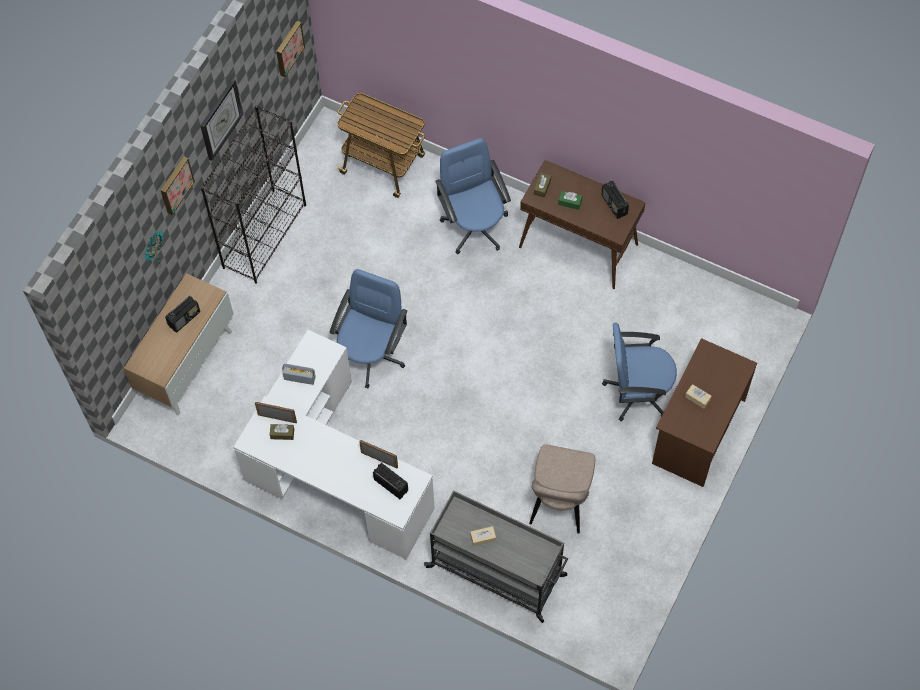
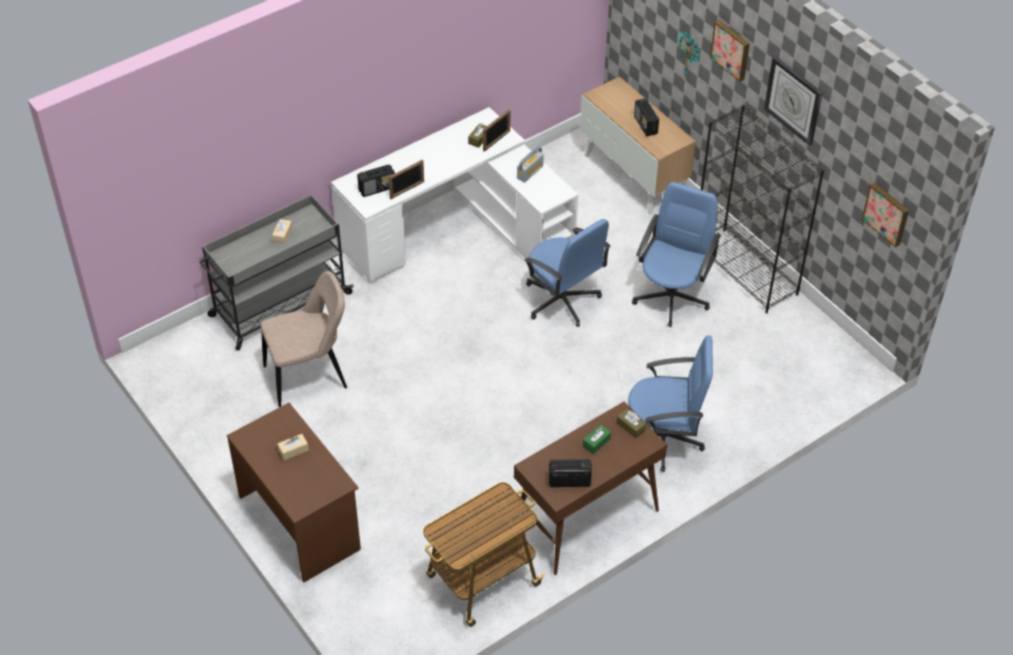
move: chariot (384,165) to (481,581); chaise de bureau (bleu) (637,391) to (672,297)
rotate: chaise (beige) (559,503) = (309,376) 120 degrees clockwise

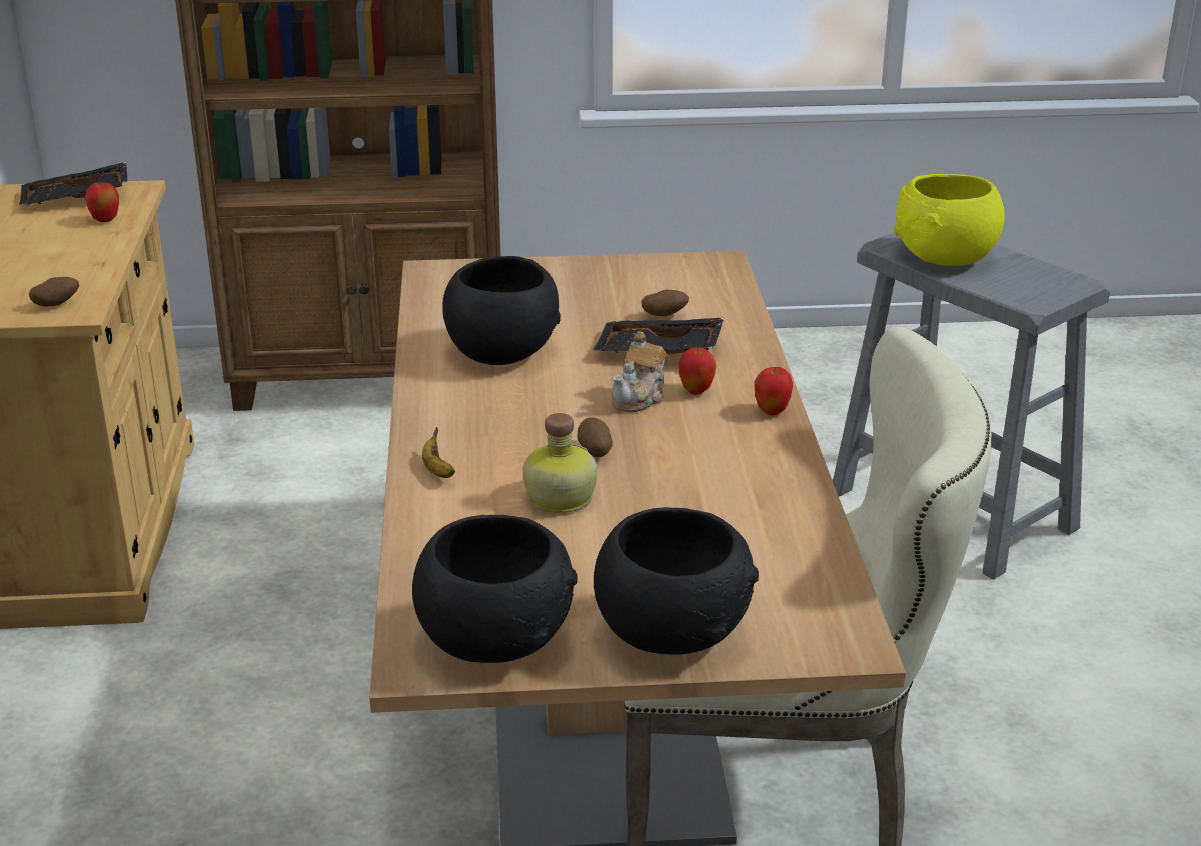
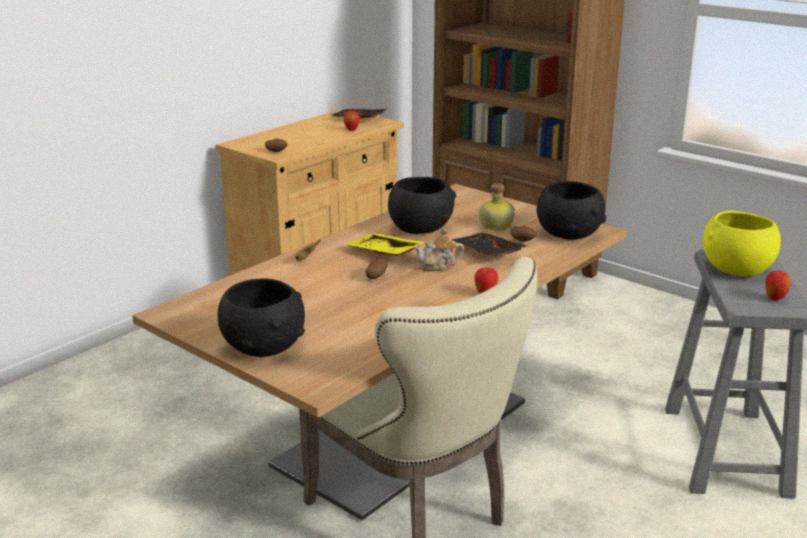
insert: plateau (jaune) (384,254)
move: bol (noir) (496,639) to (570,234); bouteille (558,497) to (495,225); pomme (696,391) to (775,298)

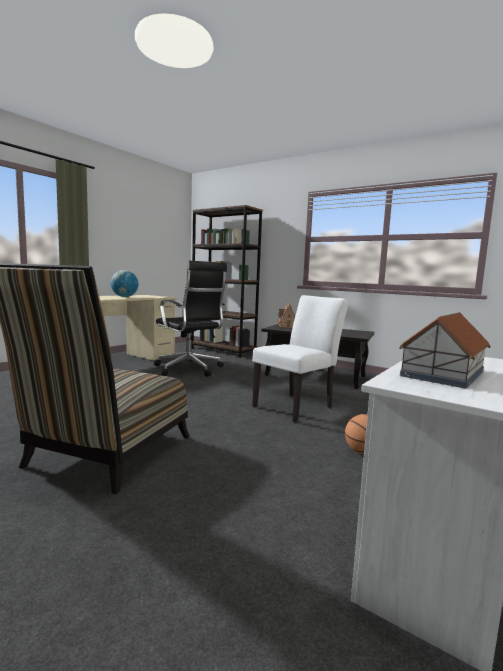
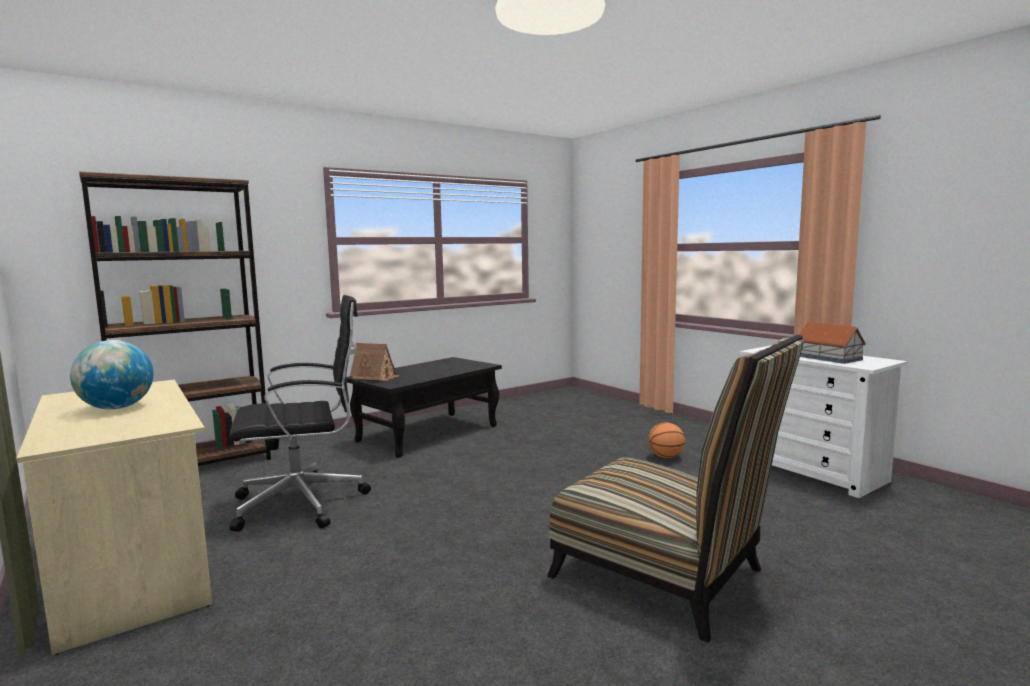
delete: chaise (blanc) (297,405)

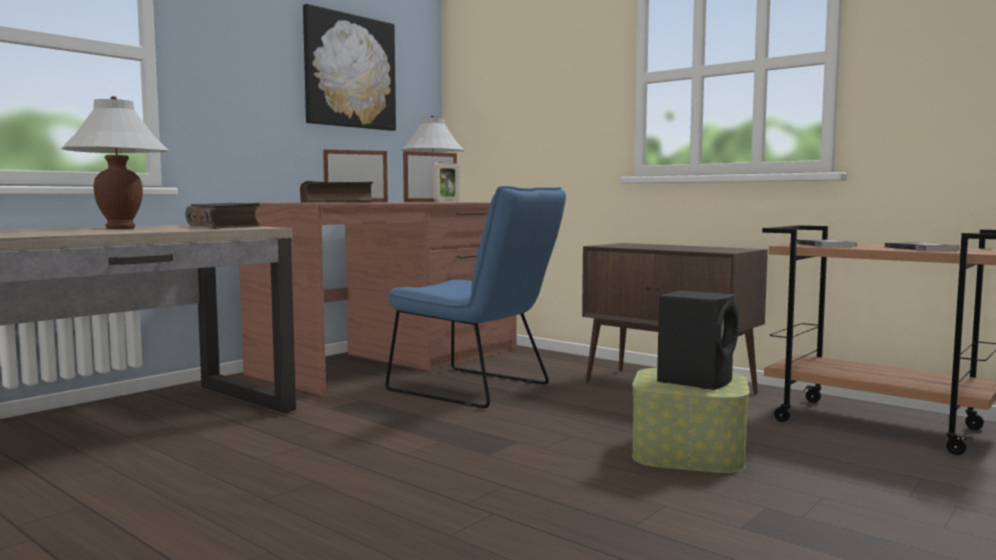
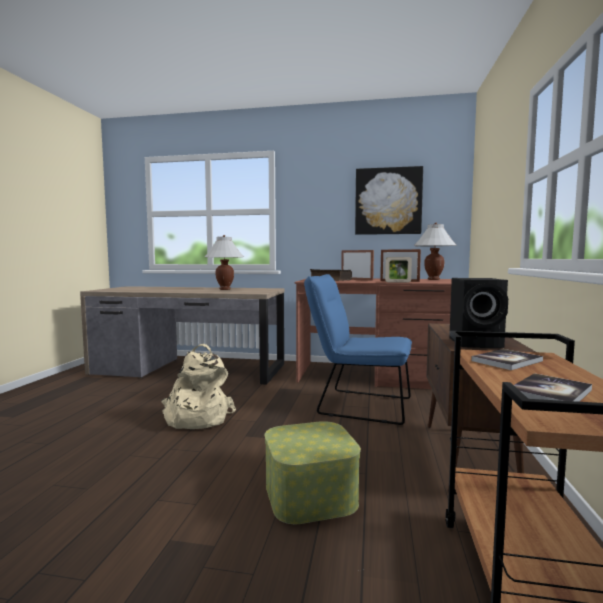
delete: livre (225,226)
insert: sac à dos (beige) (196,418)
move: enceinte (noir) (697,380) to (477,343)
rotate: chaise (bleu) (477,389) = (358,405) 105 degrees clockwise

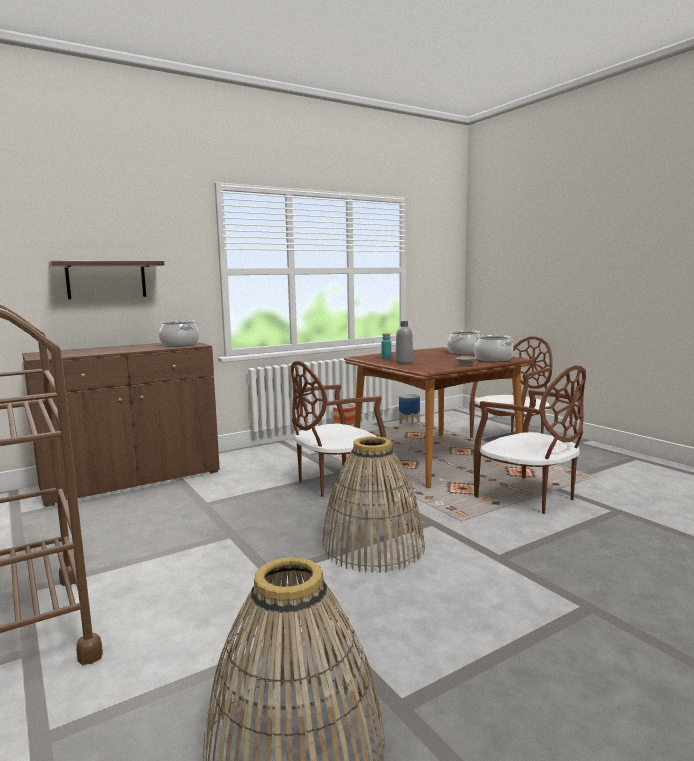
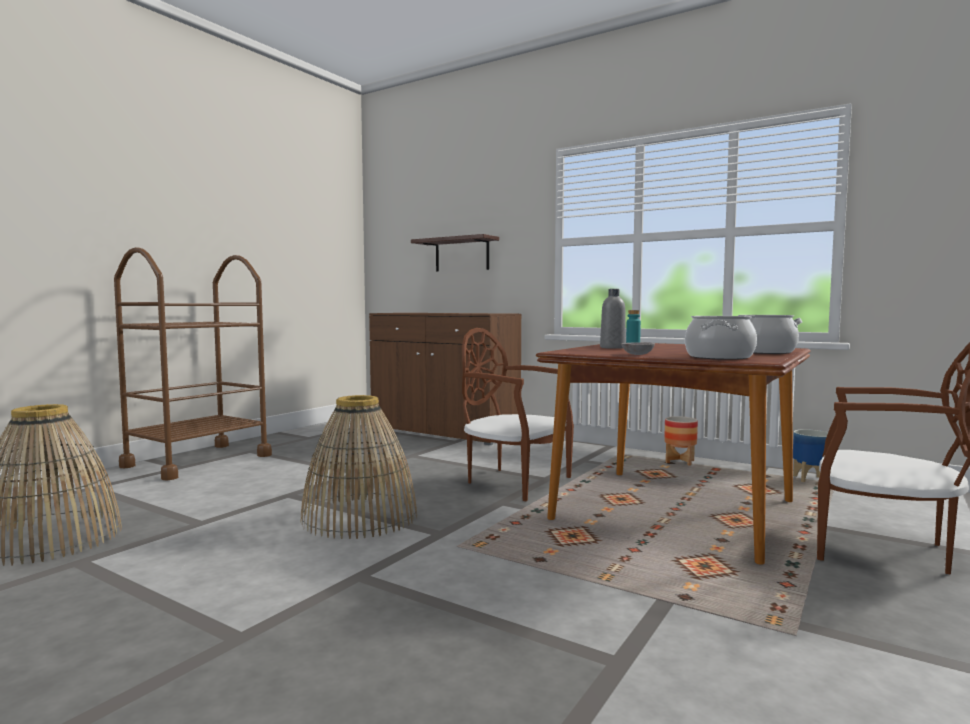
delete: marmite (179,345); chaise (marron) (529,497)

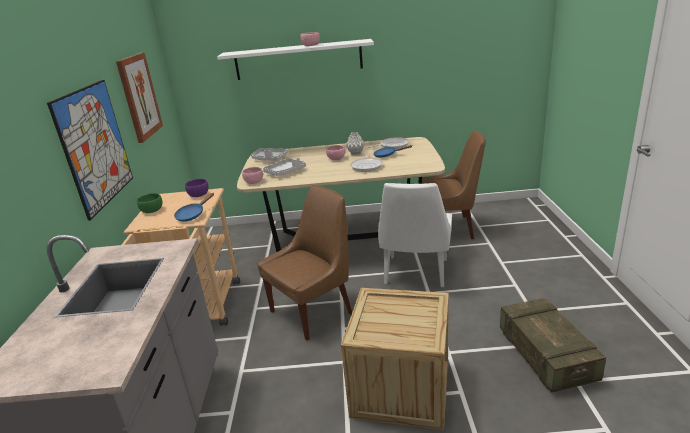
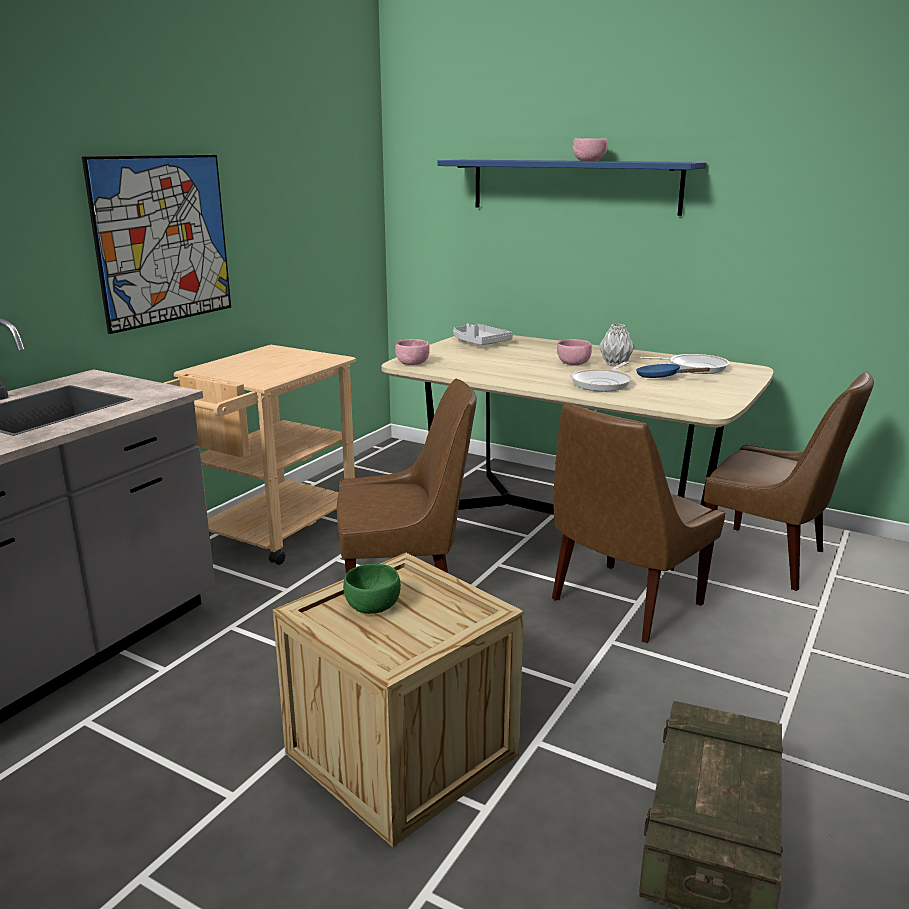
delete: tableau (139,96); poêle (bleu) (192,215); bol (violet) (199,195); plateau (gris) (285,172)
move: bol (vert) (152,210) to (373,606)
recolor: étagère (blanc) (298,60) to étagère (bleu) (573,186); chaise (blanc) (415,273) to chaise (marron) (623,604)

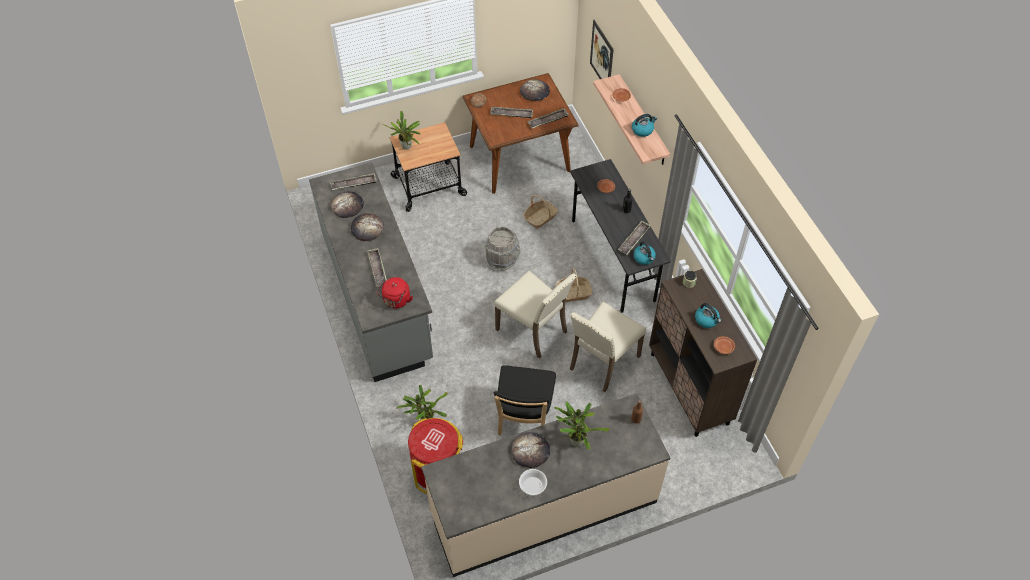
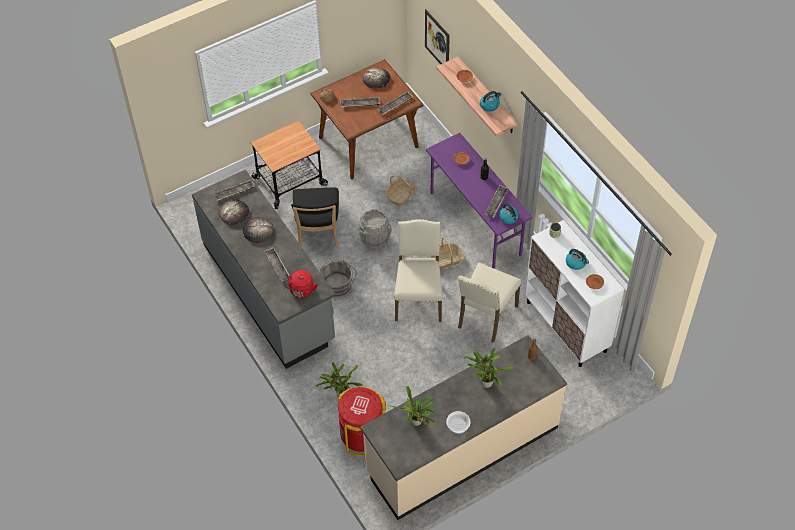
delete: pain (530,451)
insert: seau (gris) (338,285)
move: plante en pot (407,147) to (417,423); chaise (noir) (524,419) to (318,233)
recolor: bureau (gris) (613,260) to bureau (violet) (476,224); meuble de rangement (marron) (689,388) to meuble de rangement (blanc) (566,327)
rotate: chaise (beige) (534,330) = (418,299) 120 degrees counterclockwise

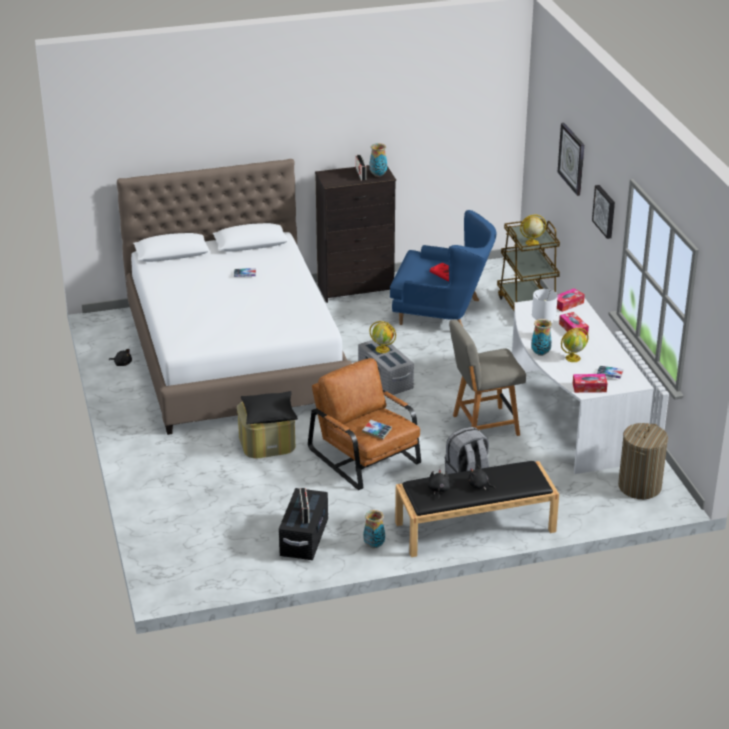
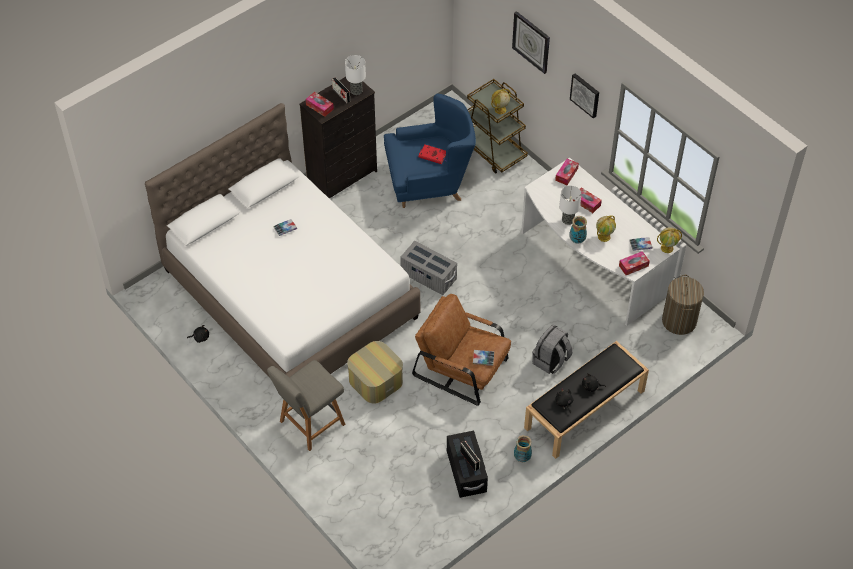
delete: coussin (noir) (269,415)
insert: boîte à mouchoirs (319,107)
move: globe (383,349) to (667,248); chaise (gris) (483,425) to (310,424)
replace: vase (378,175) to lampe de table (356,91)

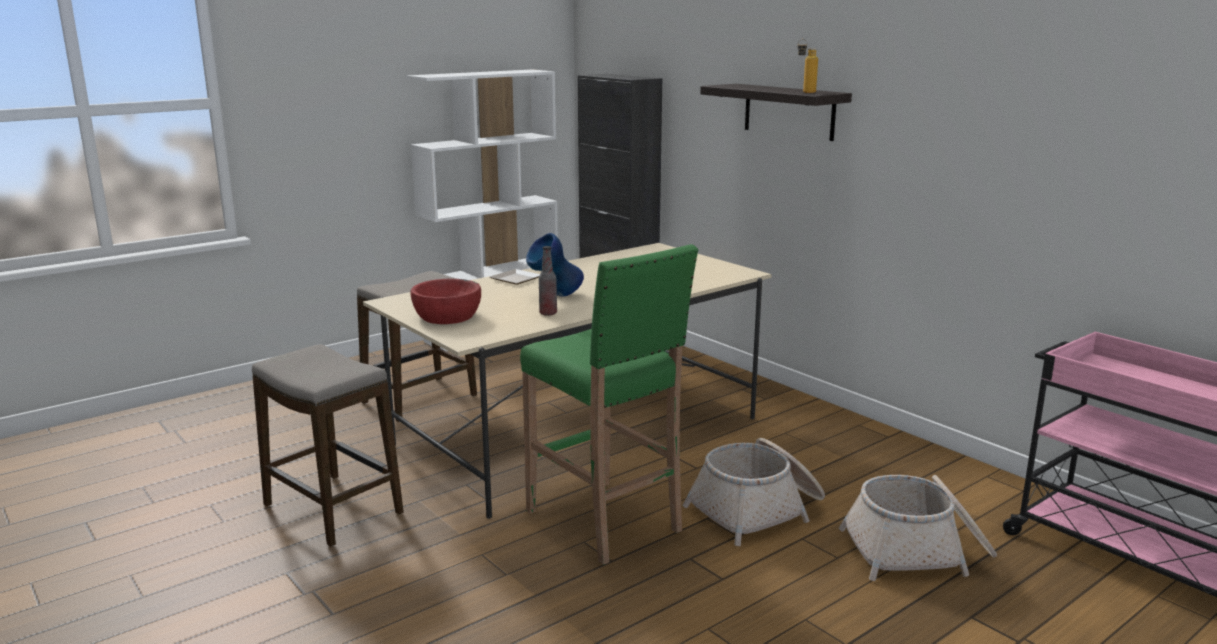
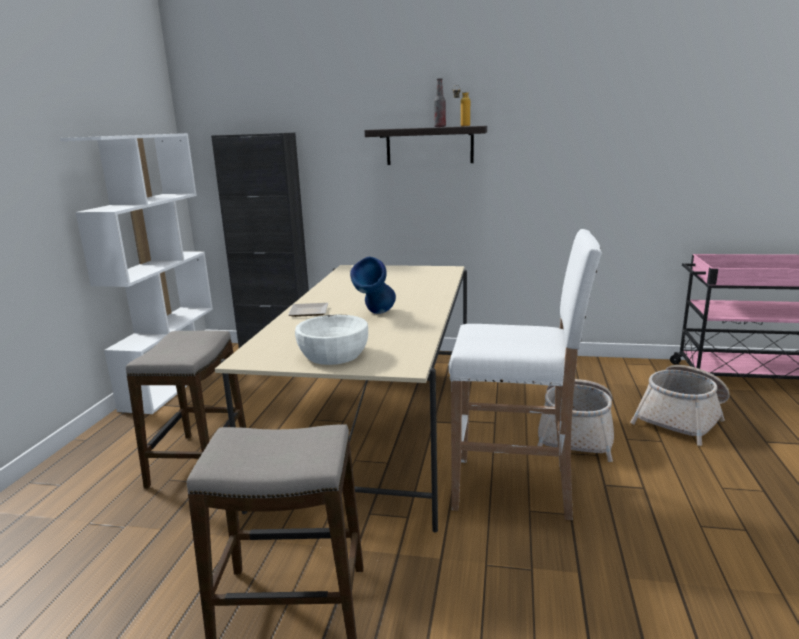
move: bouteille (548,313) to (440,127)
recolor: bol (rouge) (447,316) to bol (blanc) (333,354); tabouret (vert) (605,522) to tabouret (blanc) (515,488)

